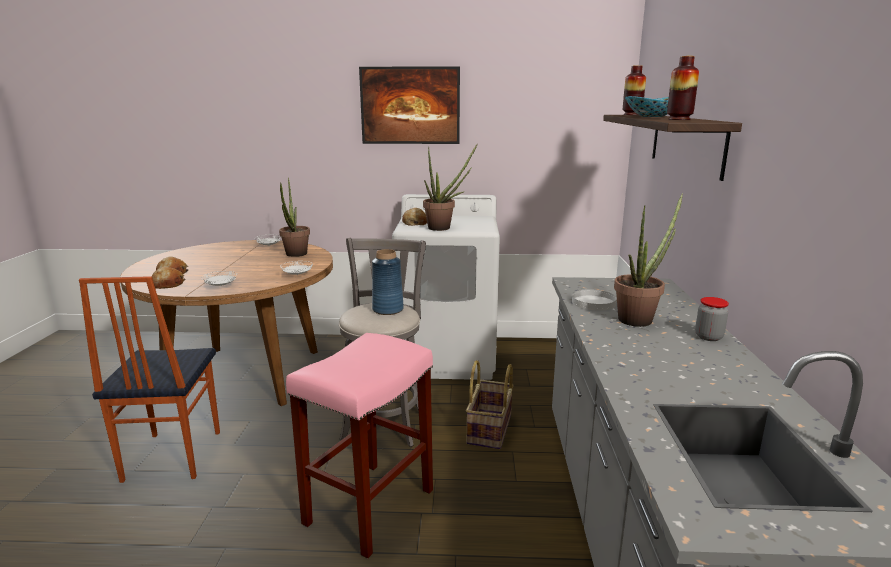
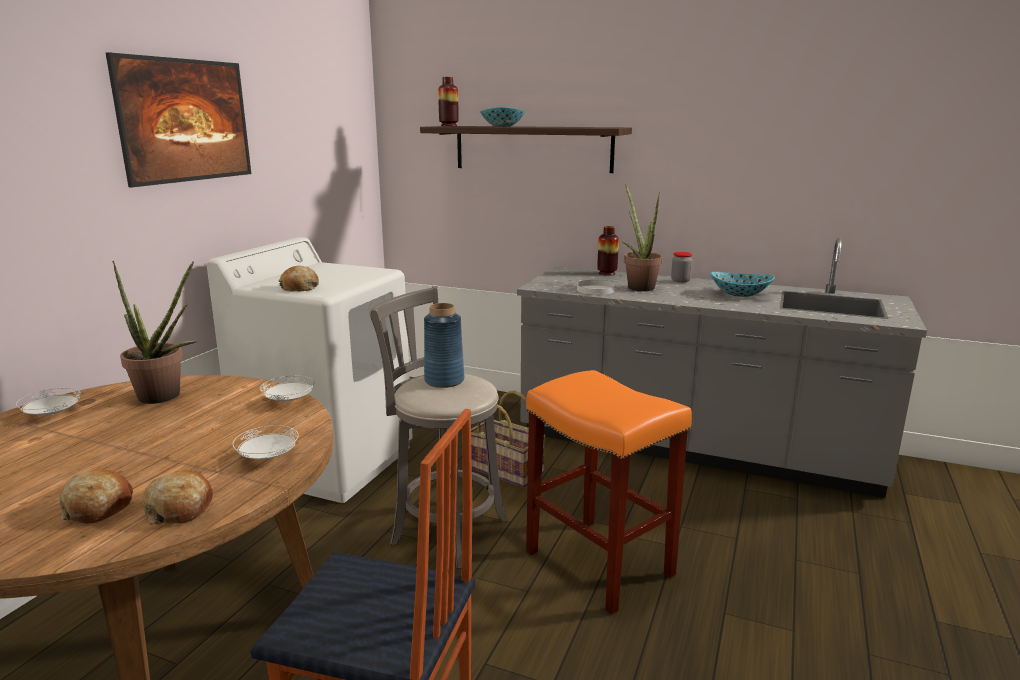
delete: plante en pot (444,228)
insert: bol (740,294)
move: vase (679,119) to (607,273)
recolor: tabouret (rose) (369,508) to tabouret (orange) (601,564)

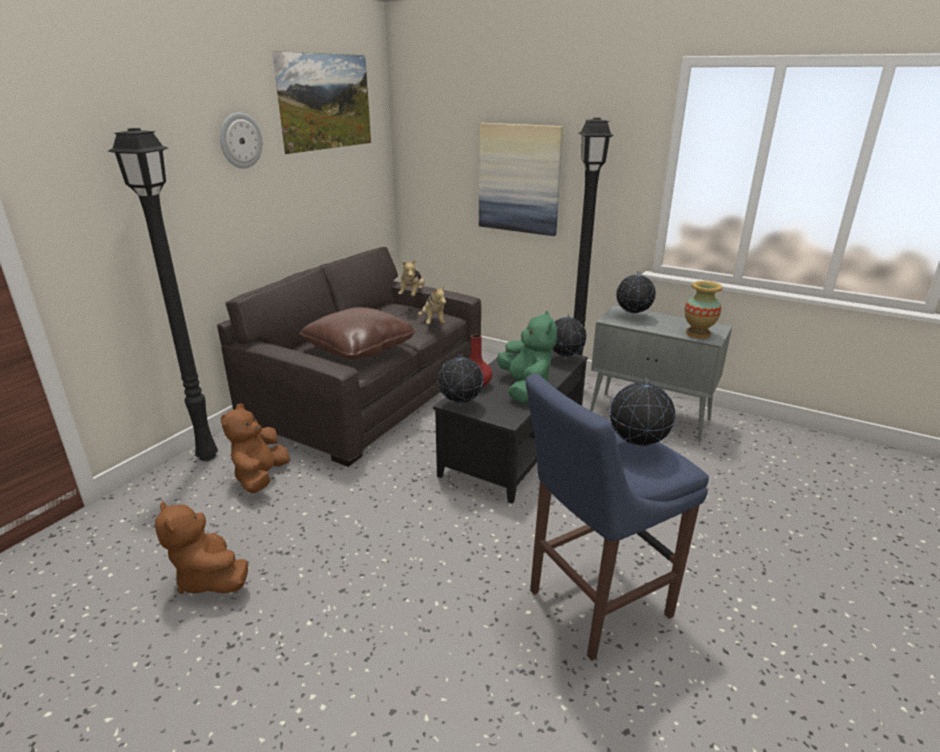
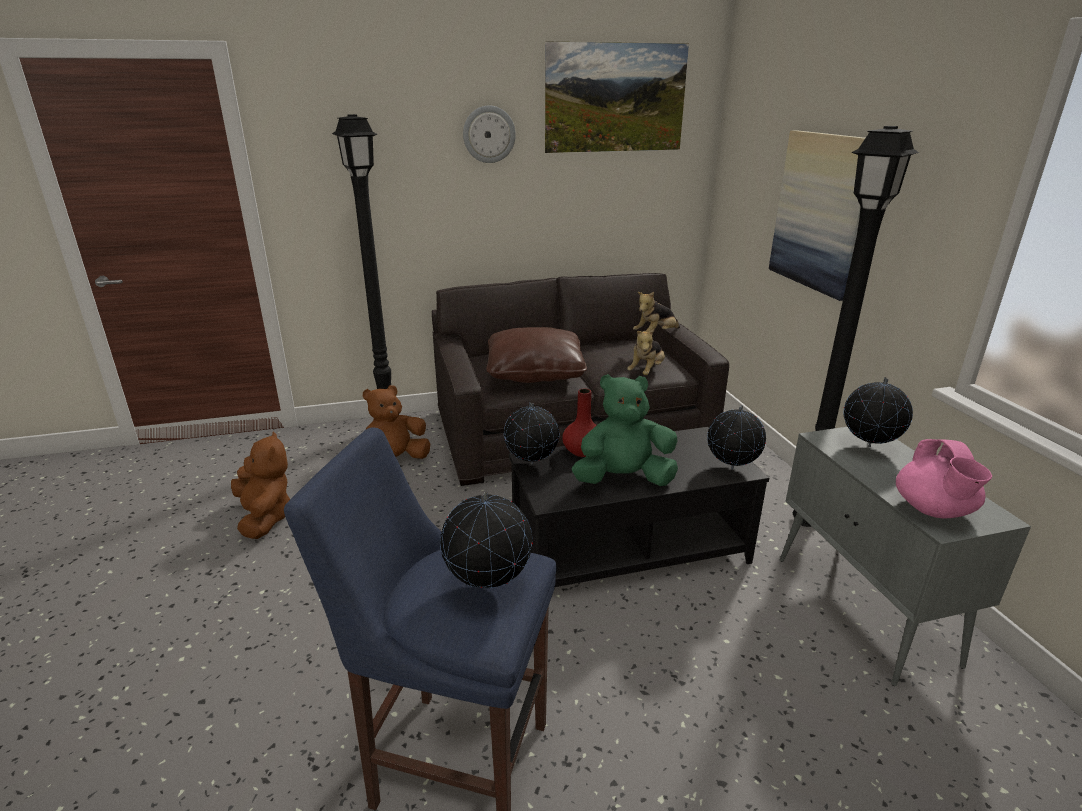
replace: vase (698,334) to théière (rose) (933,510)
rotate: peluche (marron) (209,578) = (265,518) 150 degrees clockwise; peluche (vert) (525,389) = (623,479) 135 degrees counterclockwise

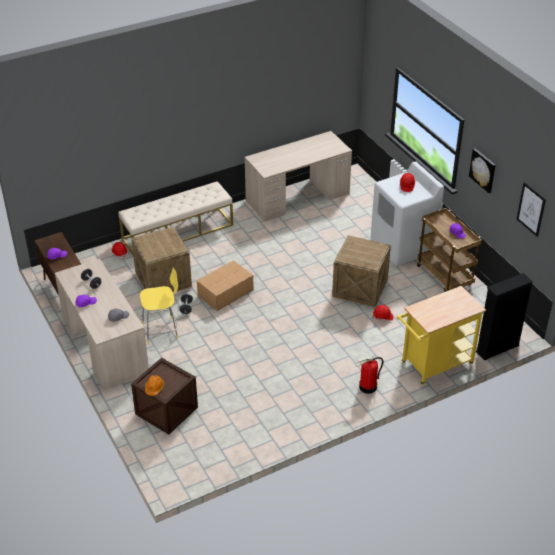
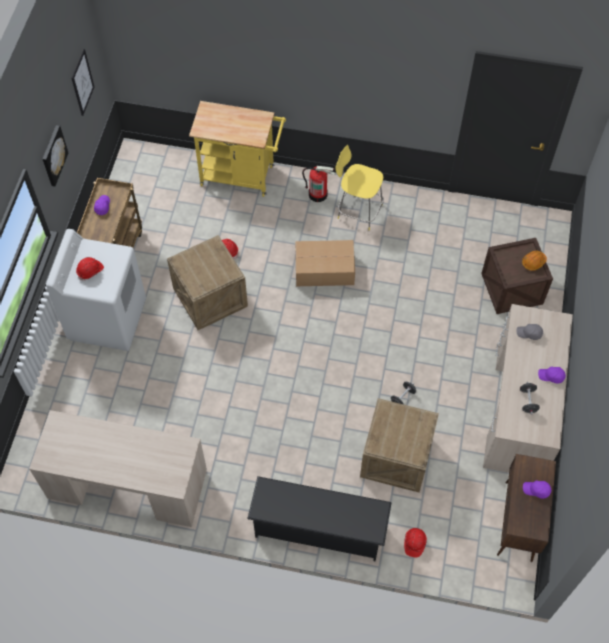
delete: bibliothèque (noir) (497,348)
move: tabouret (jaune) (161,330) to (358,210); carton (224,293) to (325,270)
replace: banc (beige) (178,231) to étagère à chaussures (noir) (318,530)

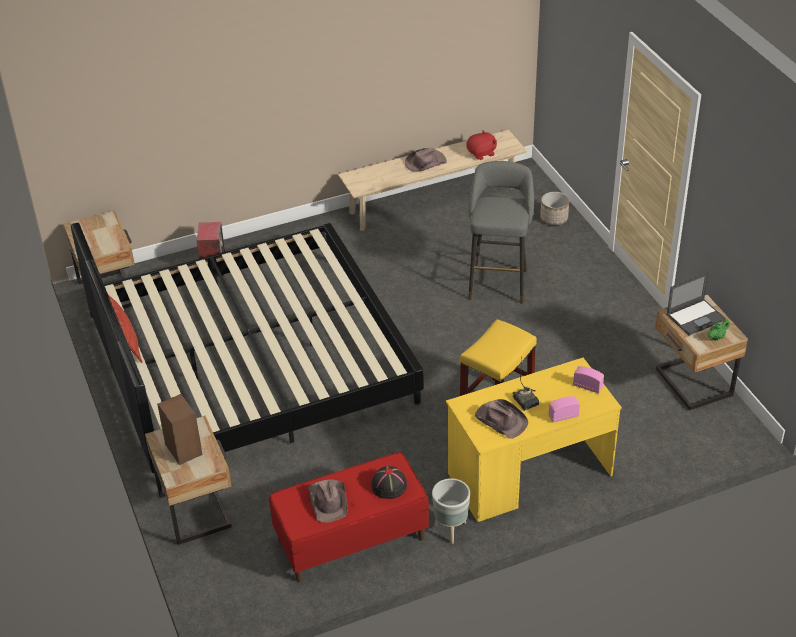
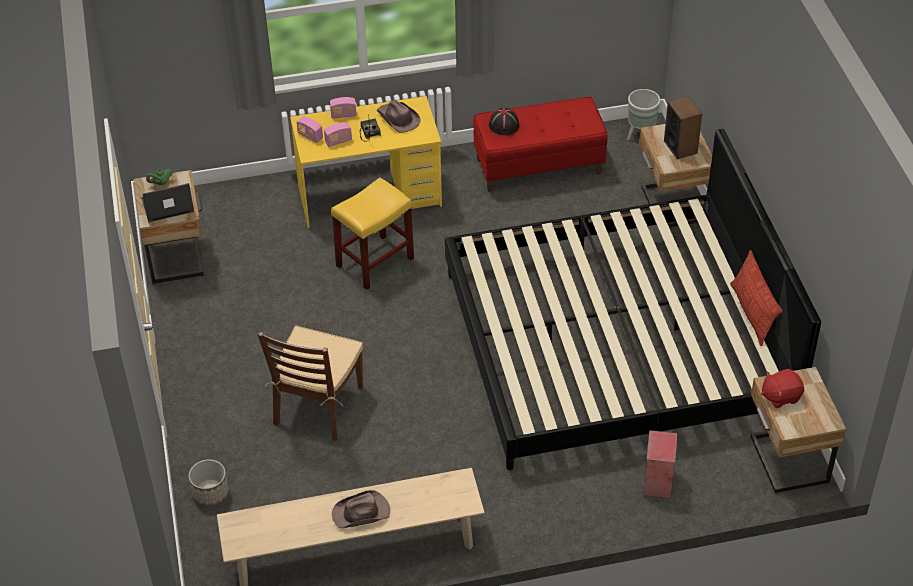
delete: chapeau (marron) (329,501)
insert: radio (338,141)
move: cache-pot (gris) (451,530) to (640,135); peluche (rouge) (481,153) to (780,396)
replace: tabouret (gris) (498,282) to chaise (marron) (318,406)

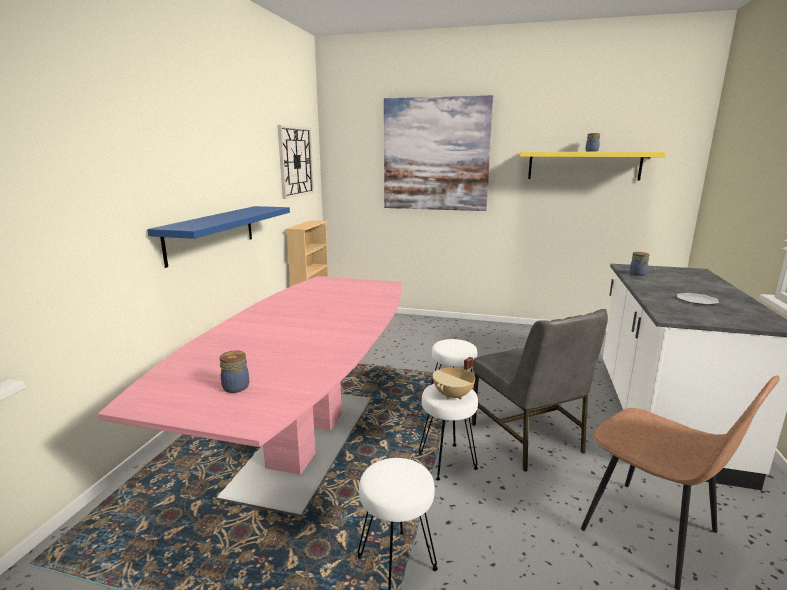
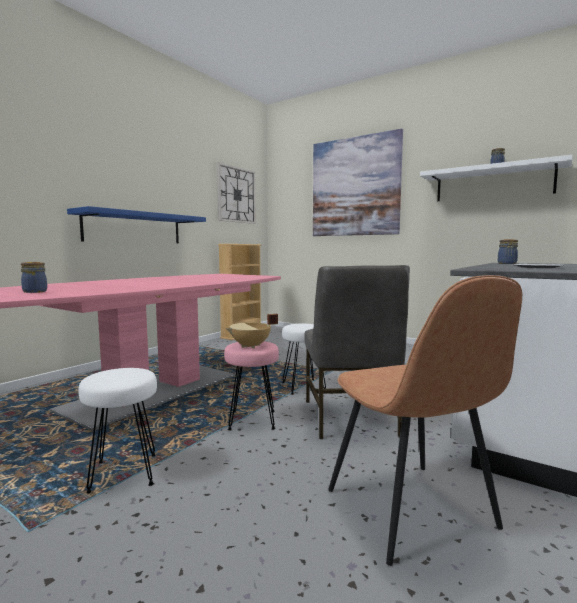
recolor: tabouret (blanc) (447,462) to tabouret (rose) (252,421); étagère (jaune) (584,165) to étagère (blanc) (493,183)

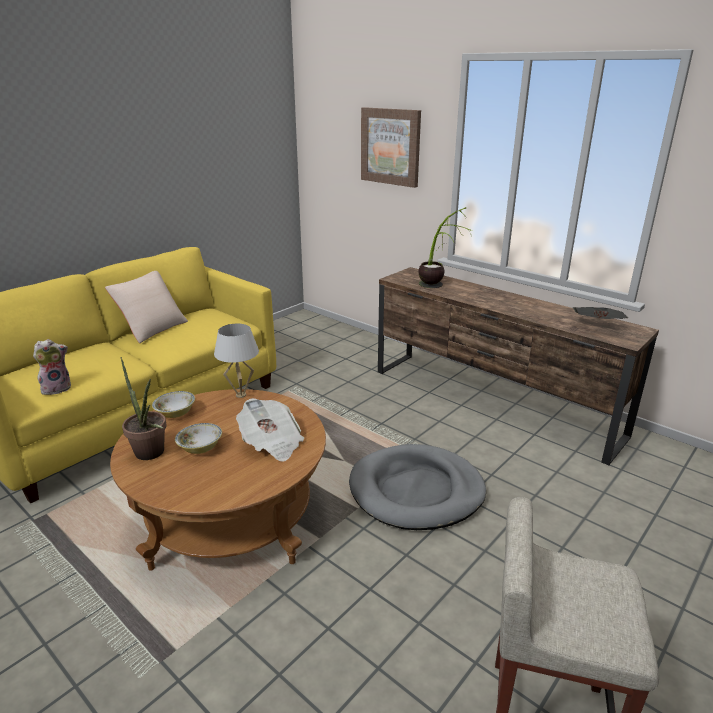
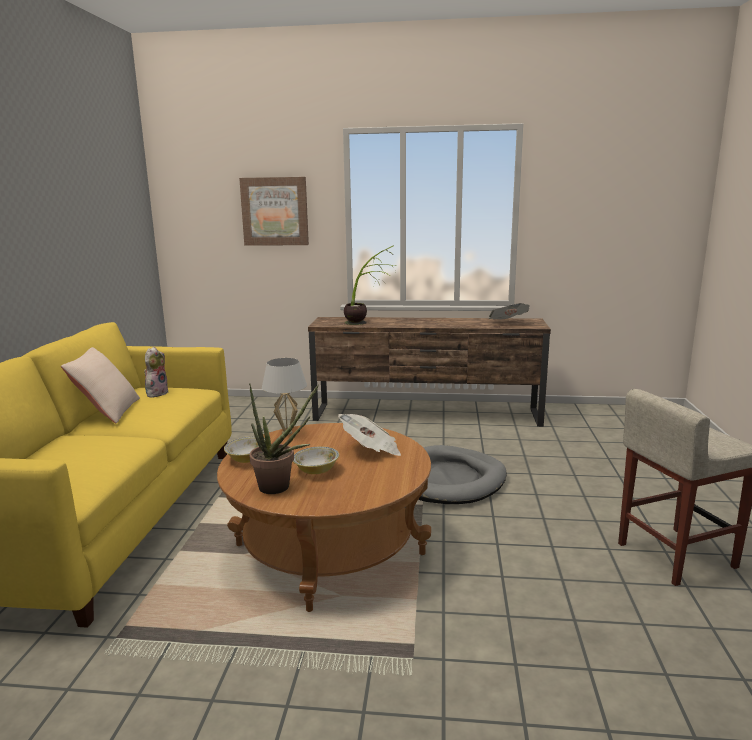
move: peluche (57,388) to (157,393)

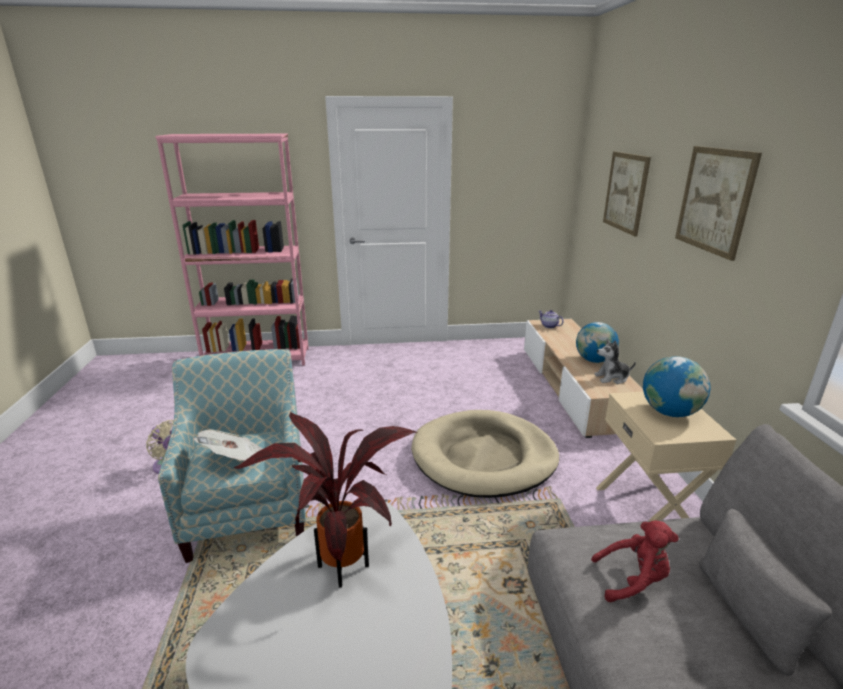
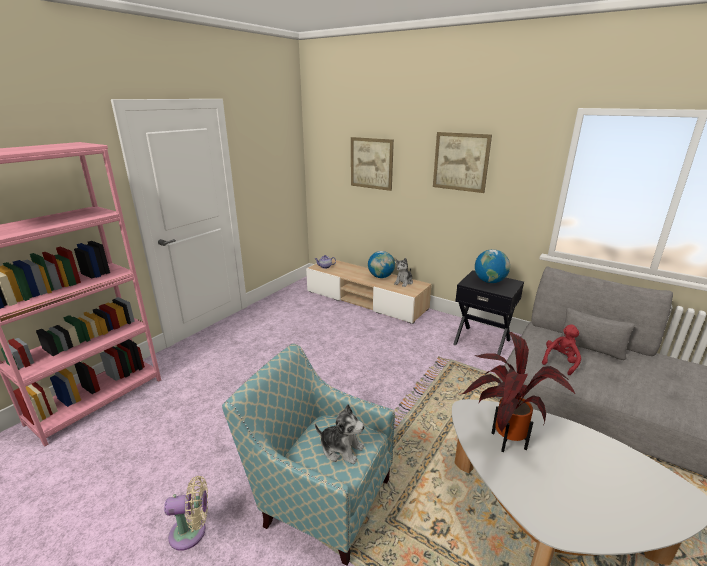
delete: panier pour chien (beige) (484,457)
replace: journal (235,459) to peluche (341,449)
recolor: table d'appoint (beige) (647,510) to table d'appoint (noir) (482,341)

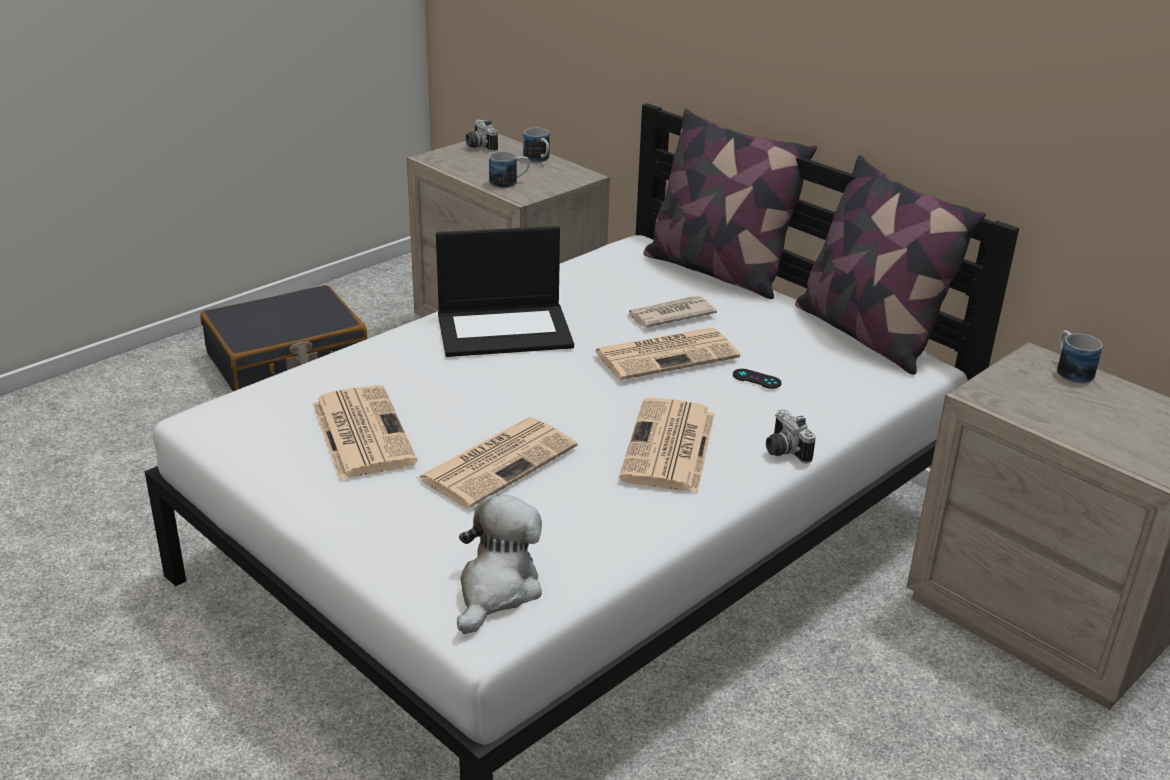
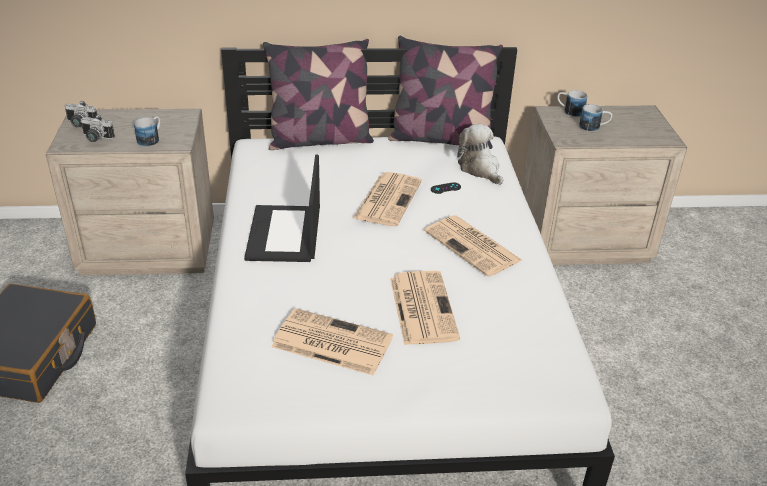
delete: journal (669,315)
move: peluche (497,589) to (480,169); mug (539,160) to (594,128); appareil photo (783,451) to (95,138)
rotate: ordinateur portable (505,330) = (285,234) 150 degrees clockwise

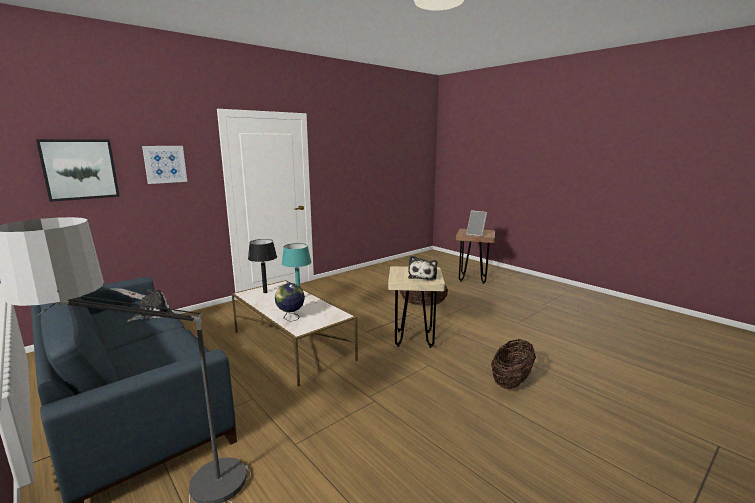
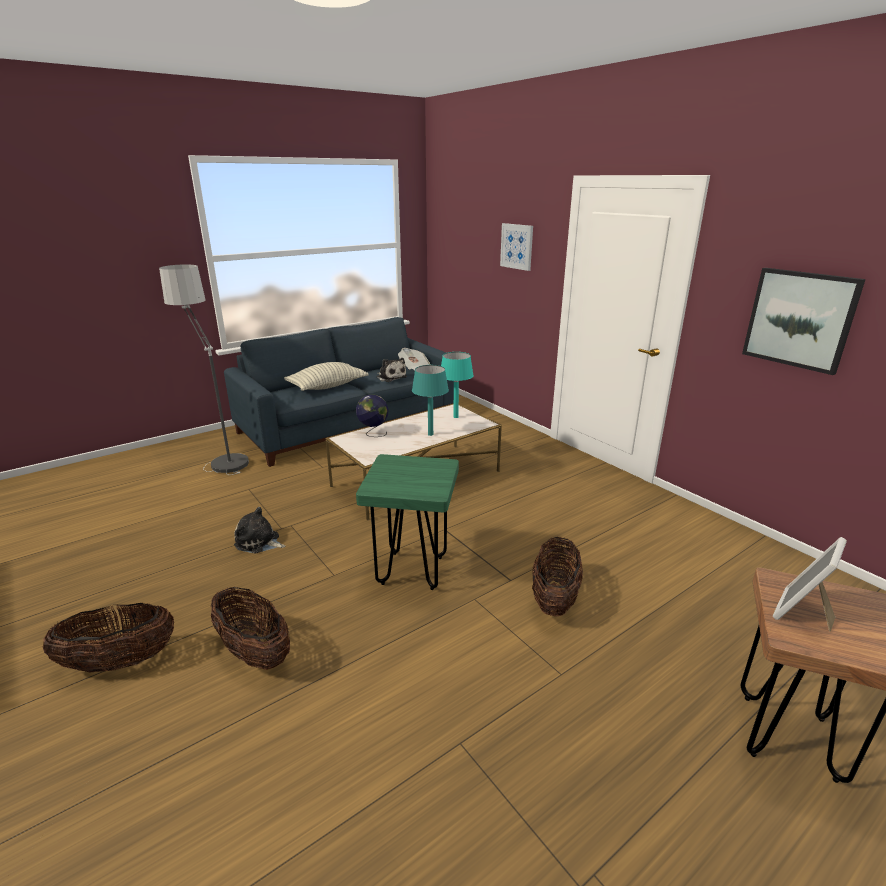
insert: panier (120,662); coussin (327,386)
move: tableau (80,169) to (799,319); peluche (423,276) to (259,542)
recolor: lampe de table (noir) (265,292) to lampe de table (turquoise) (456,417); tabouret (beige) (414,339) to tabouret (vert) (412,570)

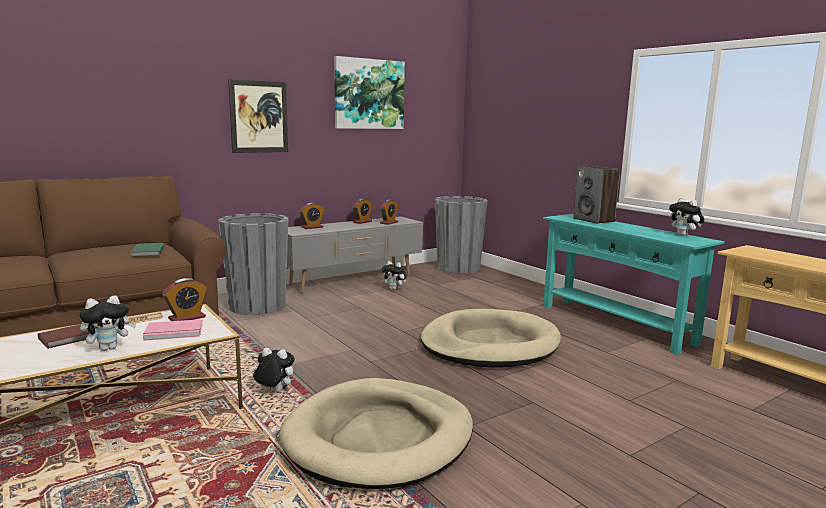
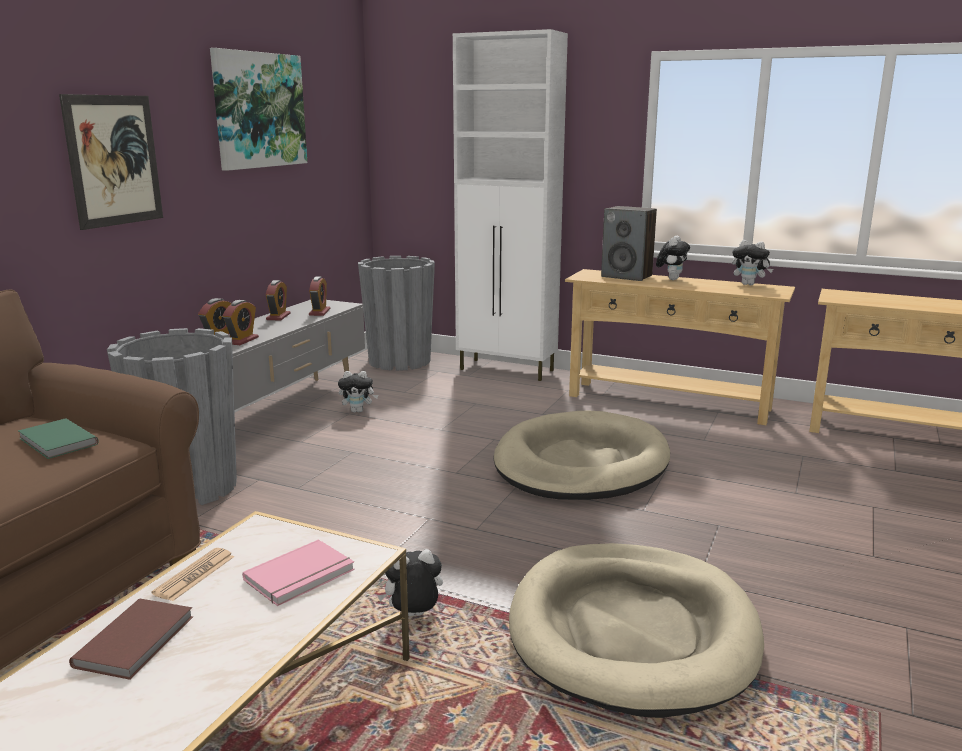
insert: meuble de rangement (blanc) (507,370)
move: peluche (109,348) to (671,279); réveil (187,318) to (242,340)
recolor: table console (turquoise) (615,324) to table console (beige) (668,402)

